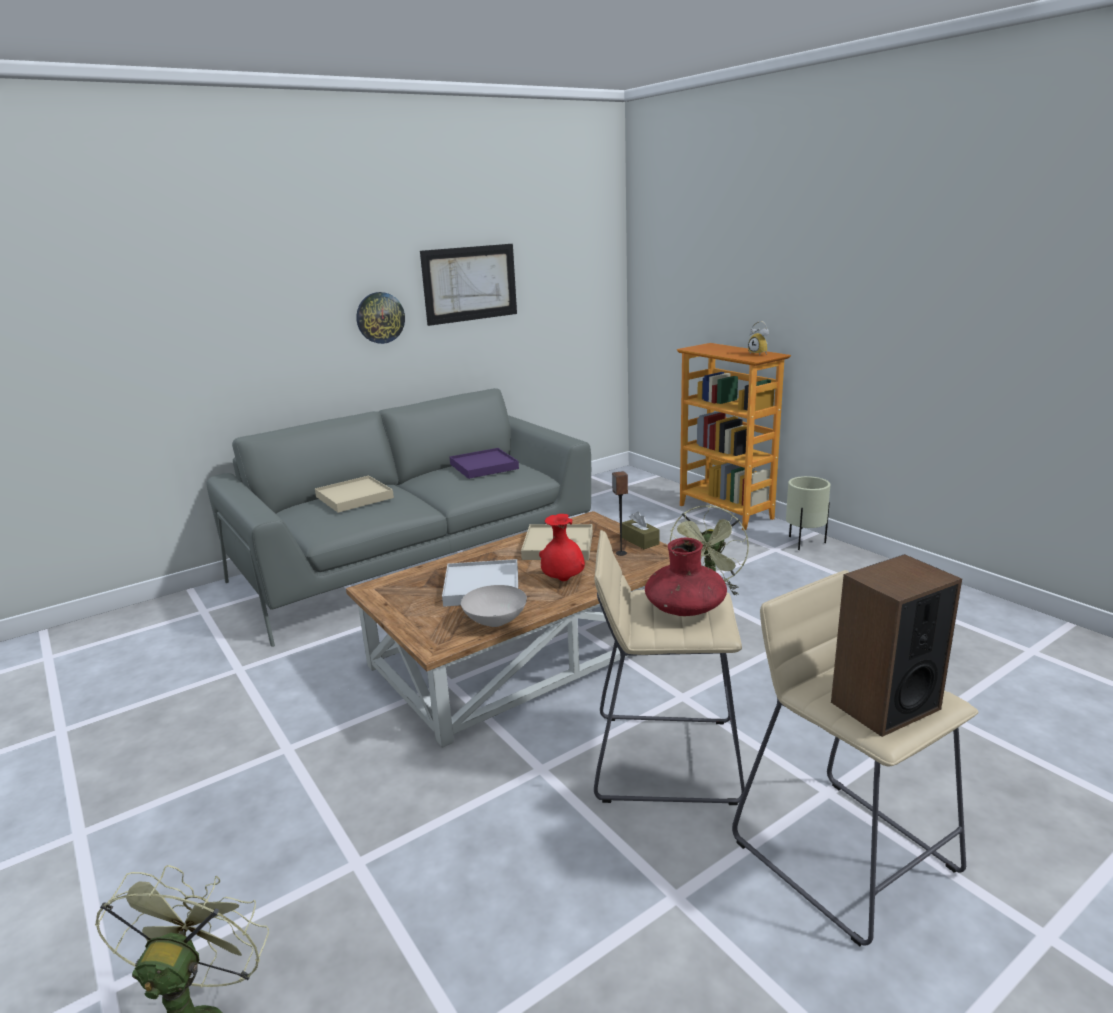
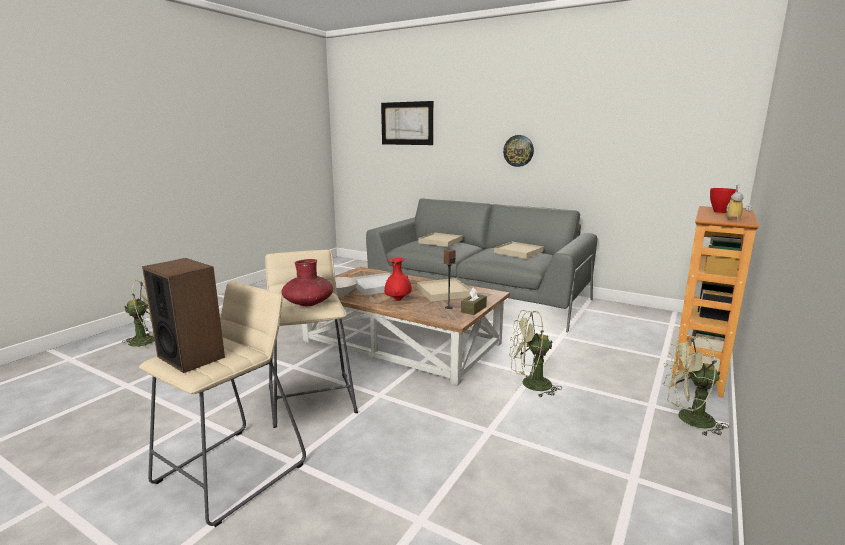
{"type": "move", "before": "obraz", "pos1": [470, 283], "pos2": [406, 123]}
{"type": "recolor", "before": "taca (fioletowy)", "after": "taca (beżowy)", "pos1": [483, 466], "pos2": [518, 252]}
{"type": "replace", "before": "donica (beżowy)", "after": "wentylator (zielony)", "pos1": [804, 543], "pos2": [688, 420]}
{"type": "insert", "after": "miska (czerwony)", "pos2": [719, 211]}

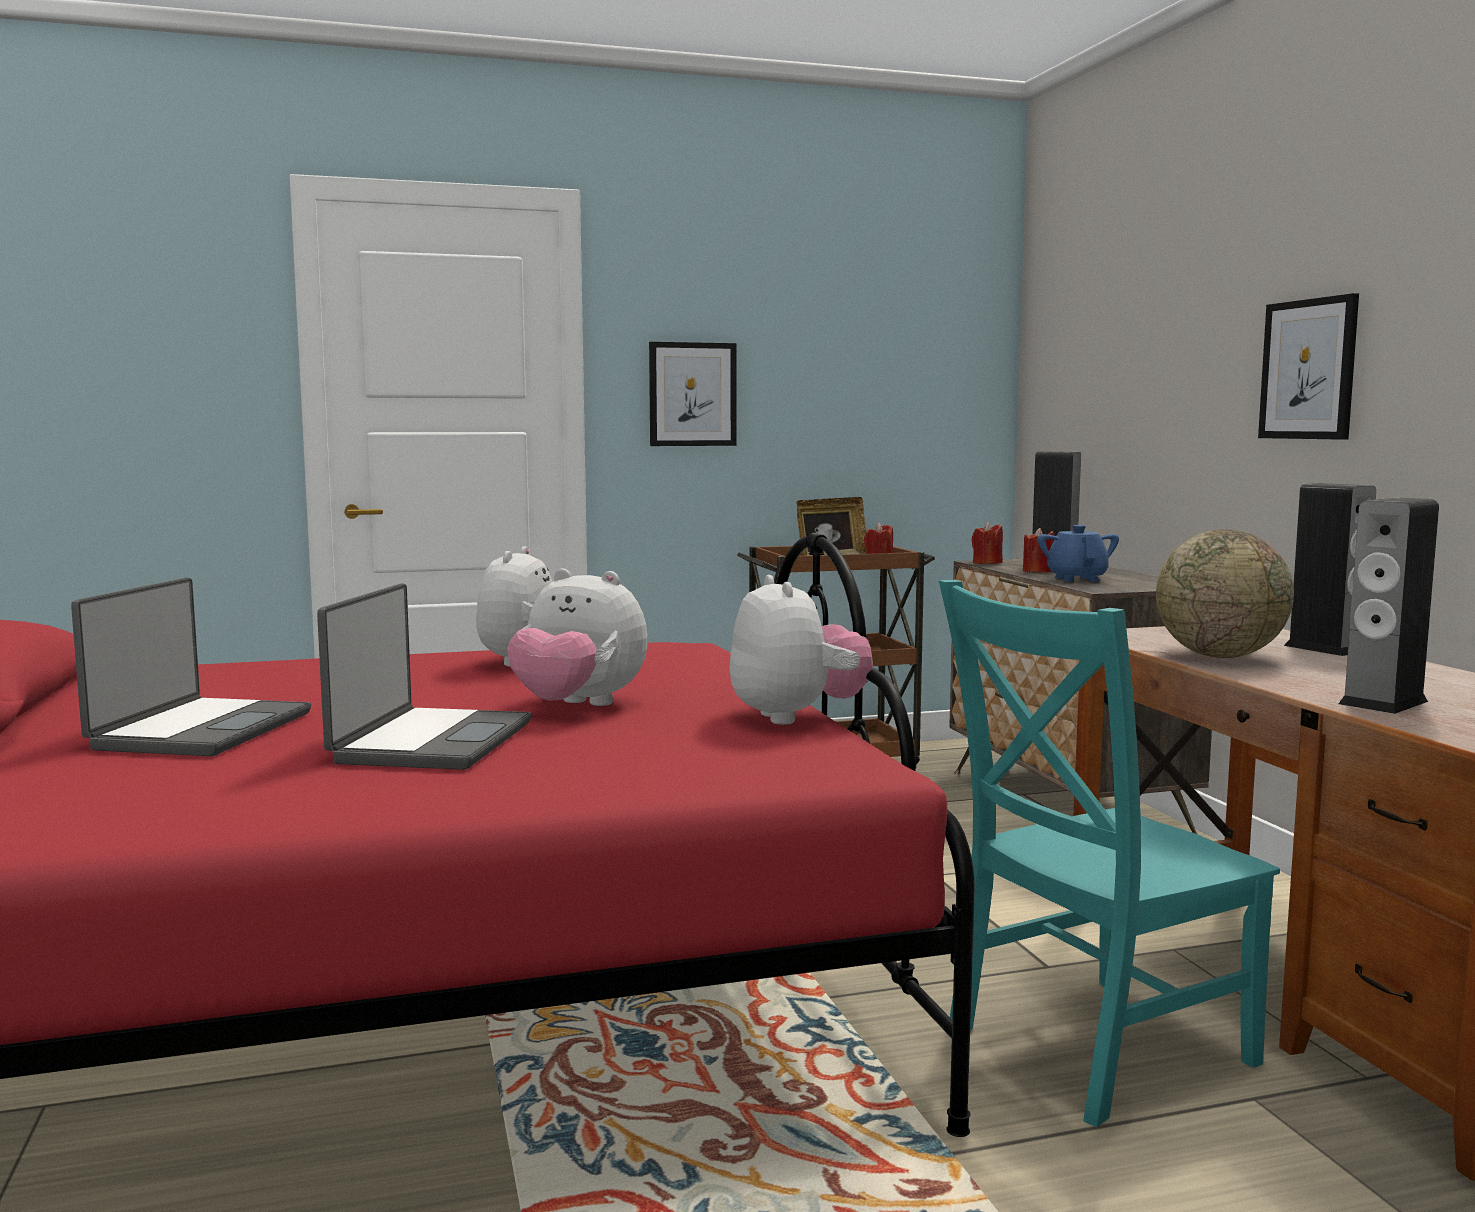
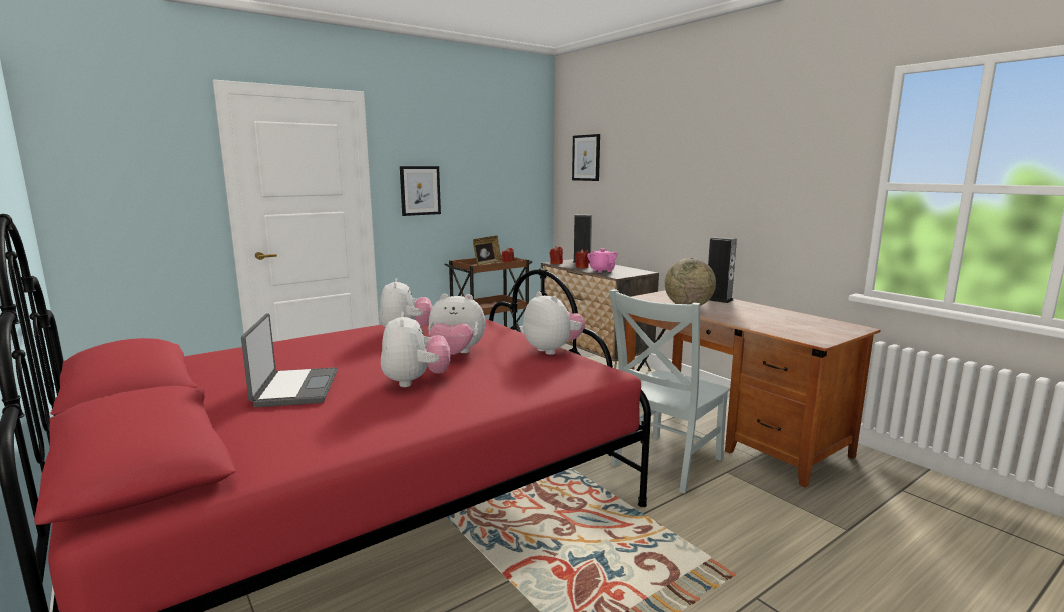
{"type": "replace", "before": "laptop", "after": "pluszak", "pos1": [430, 742], "pos2": [415, 381]}
{"type": "recolor", "before": "krzesło (turkusowy)", "after": "krzesło (szary)", "pos1": [1090, 1048], "pos2": [664, 463]}
{"type": "recolor", "before": "imbryk (niebieski)", "after": "imbryk (różowy)", "pos1": [1076, 579], "pos2": [602, 271]}
{"type": "move", "before": "obraz", "pos1": [1308, 369], "pos2": [586, 158]}
{"type": "delete", "before": "głośnik", "pos1": [1383, 702]}

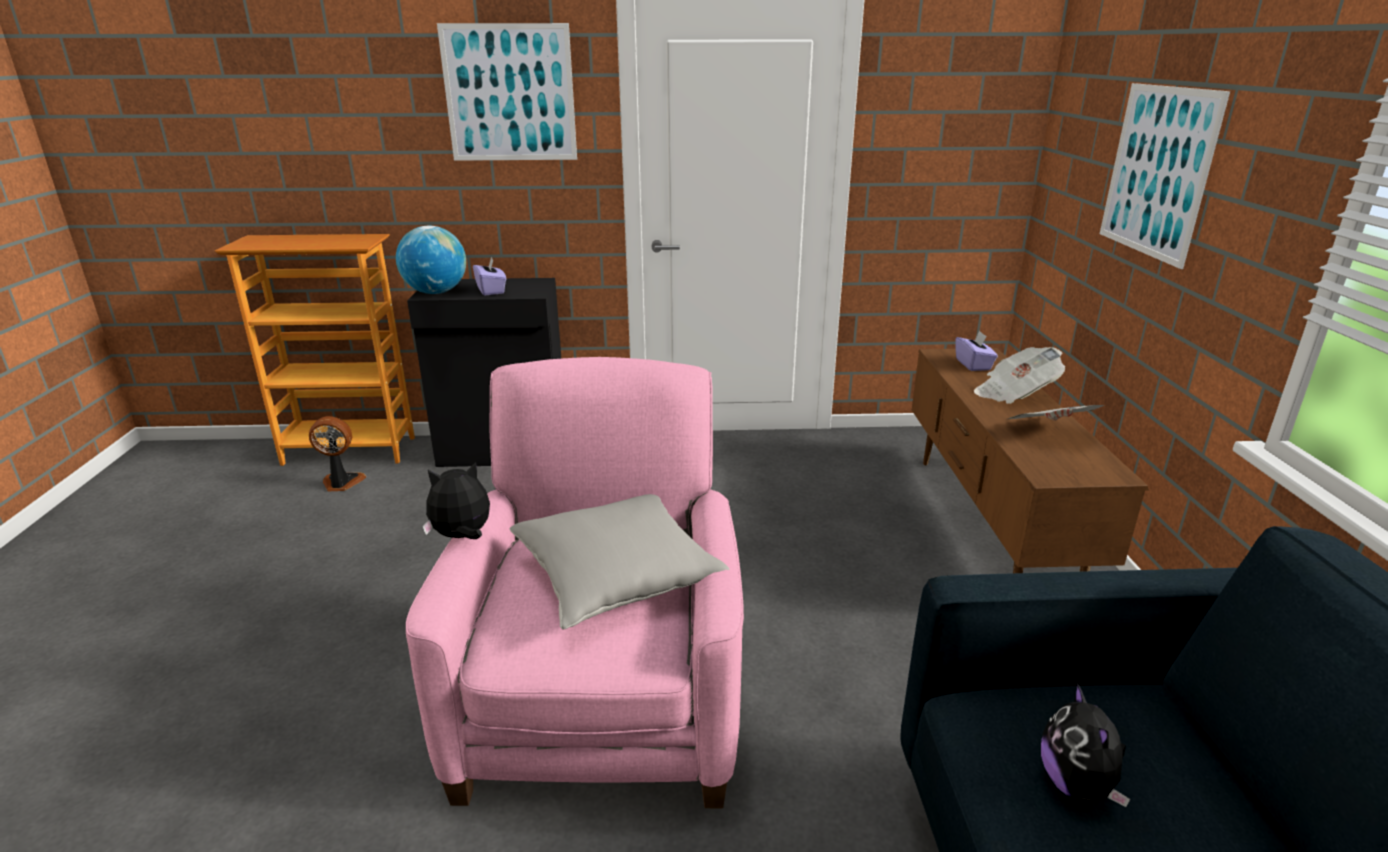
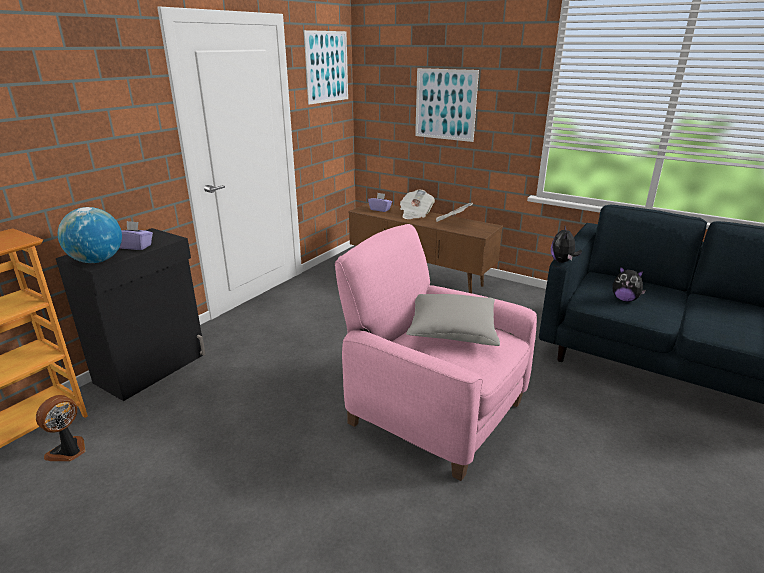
{"type": "move", "before": "pluszak", "pos1": [462, 536], "pos2": [562, 261]}
{"type": "move", "before": "obraz", "pos1": [509, 93], "pos2": [327, 67]}

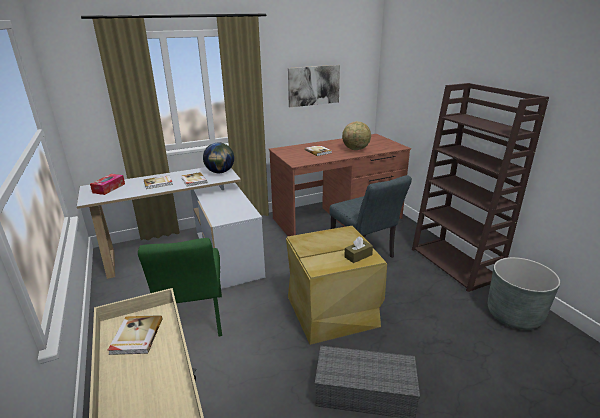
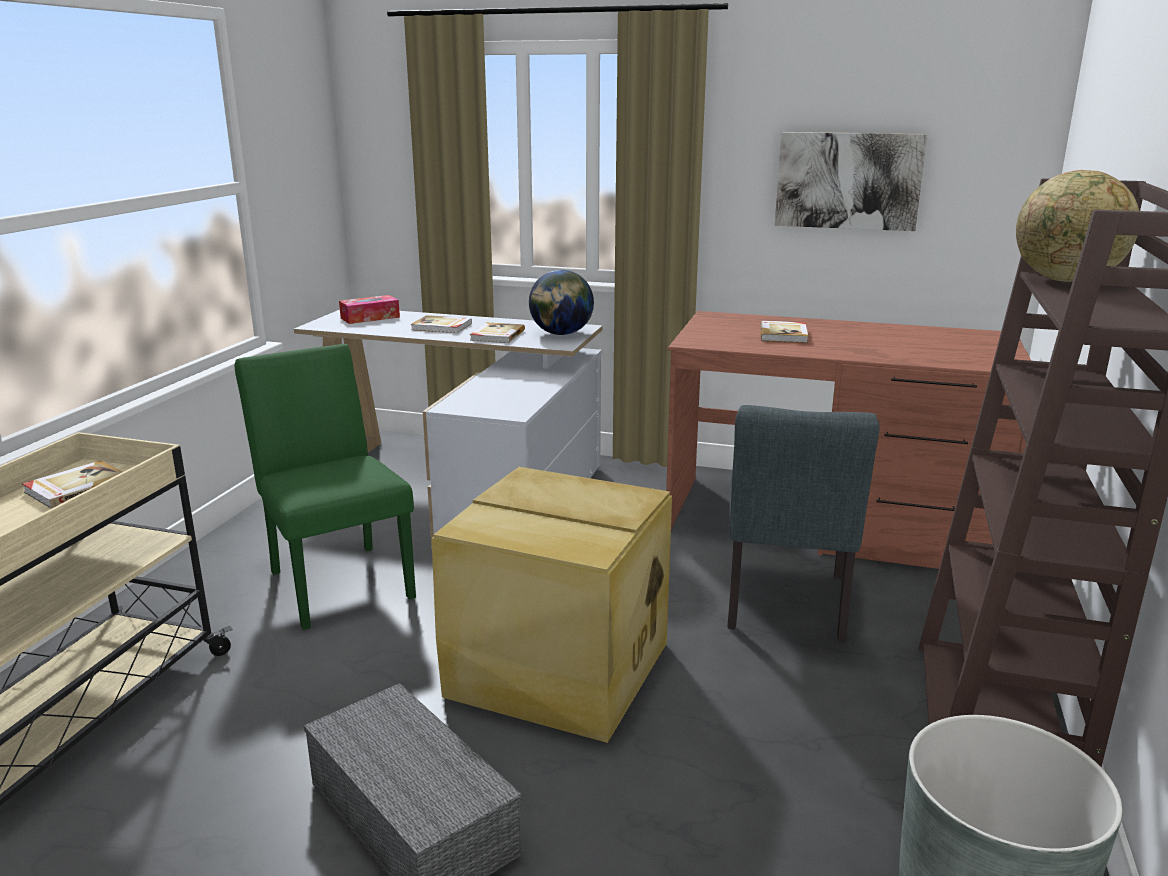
{"type": "rotate", "before": "krzesło (zielony)", "pos1": [194, 323], "pos2": [337, 579], "turn": 120}
{"type": "move", "before": "globus", "pos1": [356, 149], "pos2": [1066, 281]}
{"type": "delete", "before": "pudełko chusteczek (brązowy)", "pos1": [358, 256]}

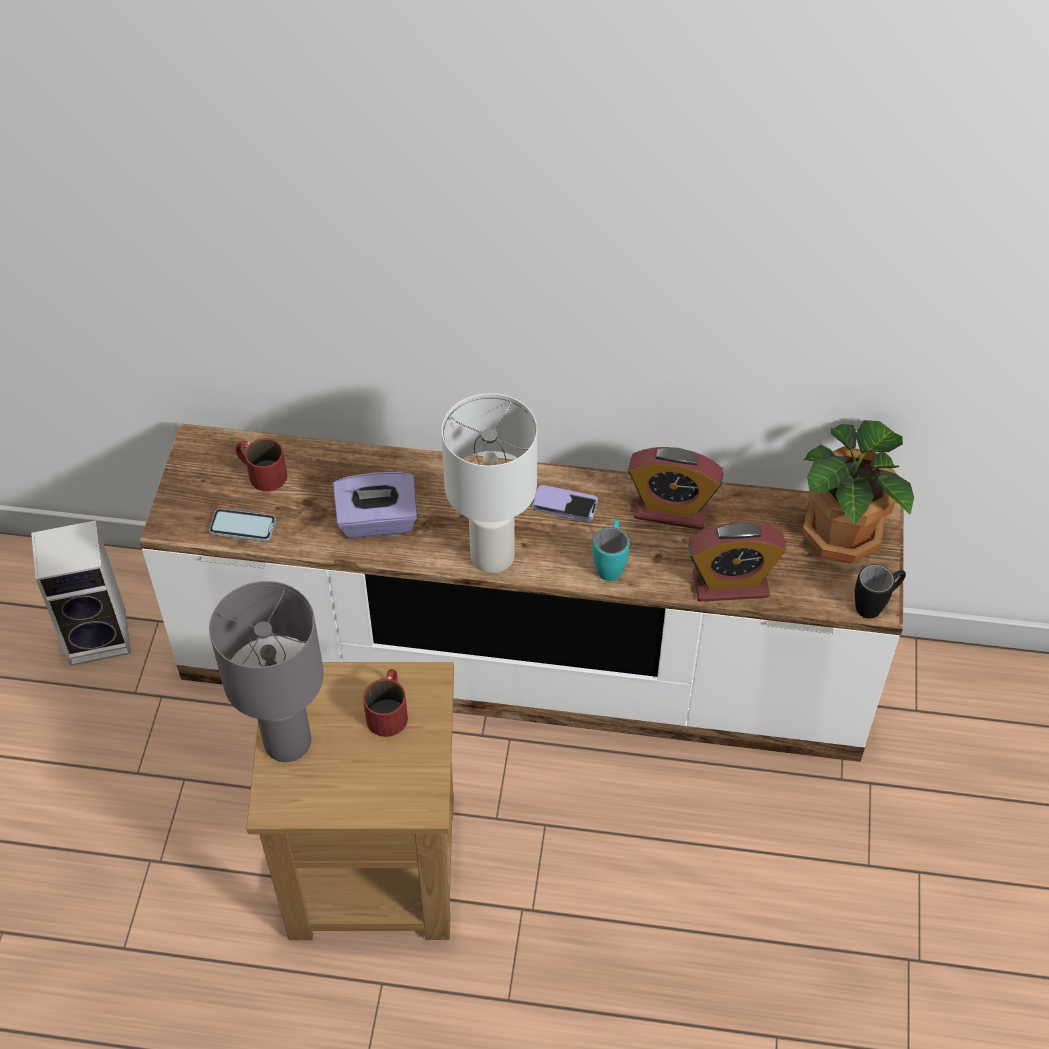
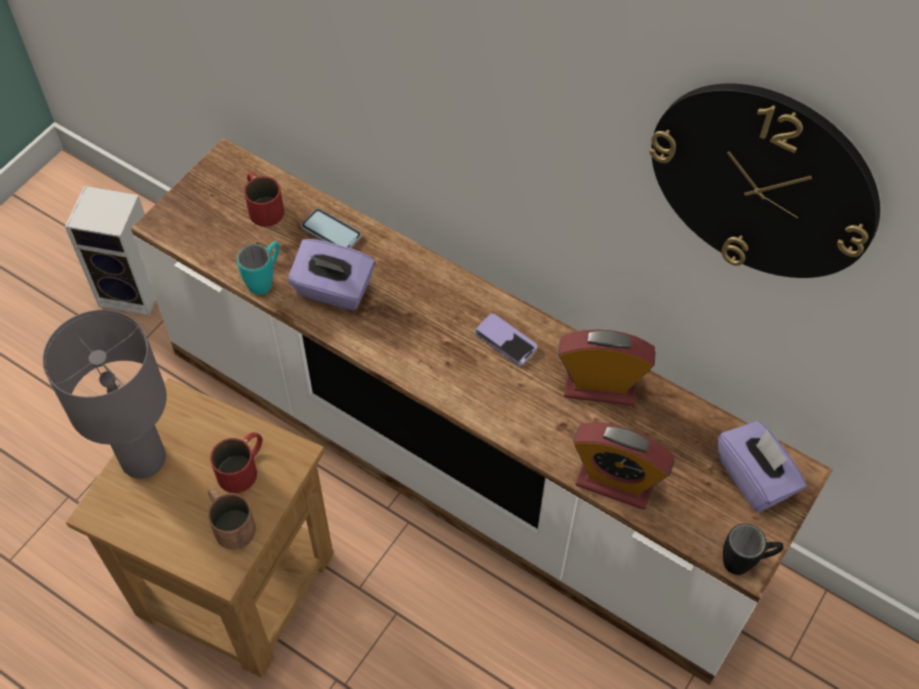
{"type": "move", "before": "telefon", "pos1": [242, 526], "pos2": [331, 232]}
{"type": "delete", "before": "lampa stołowa (biały)", "pos1": [491, 556]}
{"type": "move", "before": "kubek (turkusowy)", "pos1": [611, 564], "pos2": [265, 280]}
{"type": "rotate", "before": "budzik", "pos1": [671, 510], "pos2": [600, 386], "turn": 150}
{"type": "replace", "before": "roślina doniczkowa", "after": "pudełko chusteczek (fioletowy)", "pos1": [844, 534], "pos2": [755, 478]}
{"type": "insert", "after": "kubek (brązowy)", "pos2": [229, 522]}
{"type": "insert", "after": "zegar ścienny", "pos2": [763, 181]}

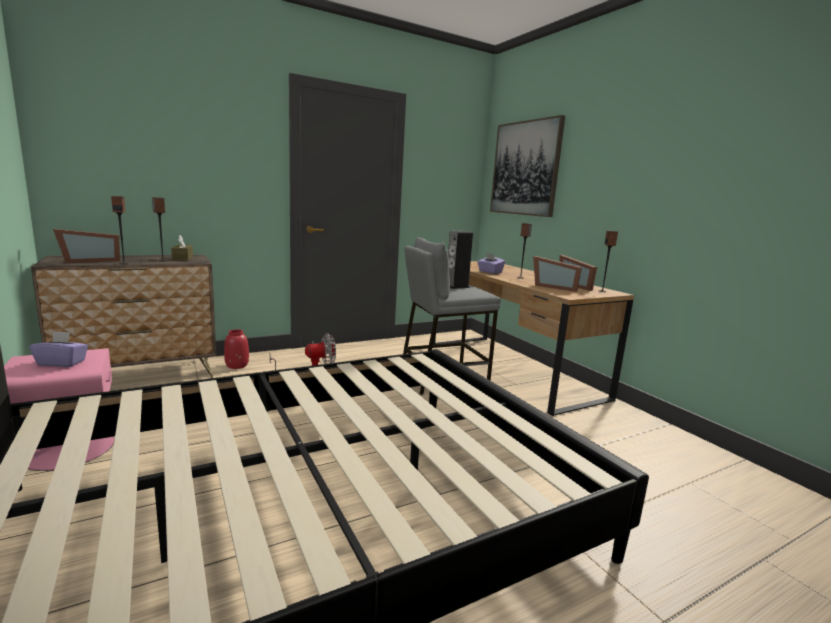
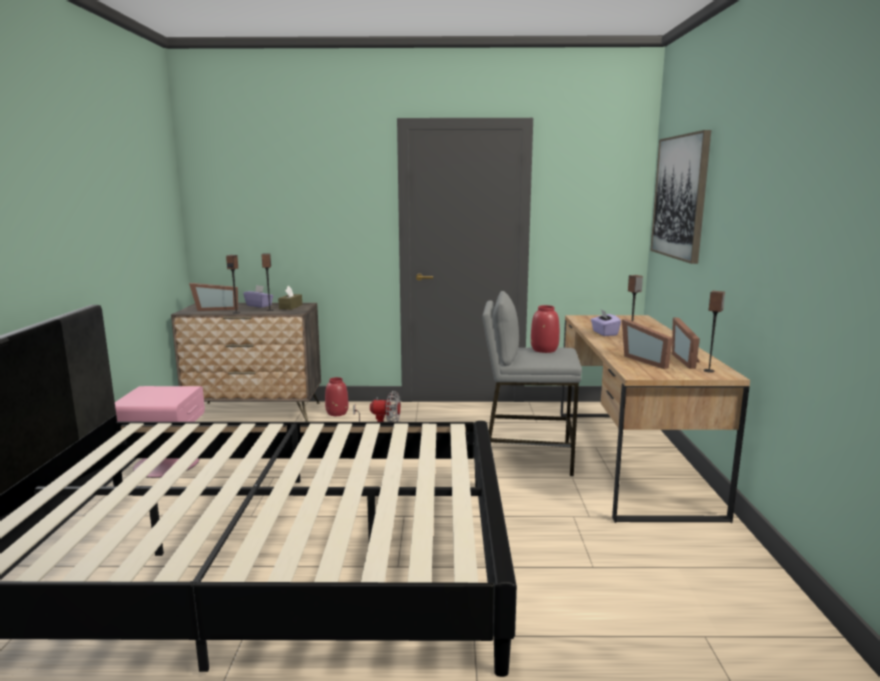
{"type": "move", "before": "pudełko chusteczek (fioletowy)", "pos1": [62, 363], "pos2": [259, 305]}
{"type": "replace", "before": "głośnik", "after": "wazon (czerwony)", "pos1": [457, 286], "pos2": [544, 350]}

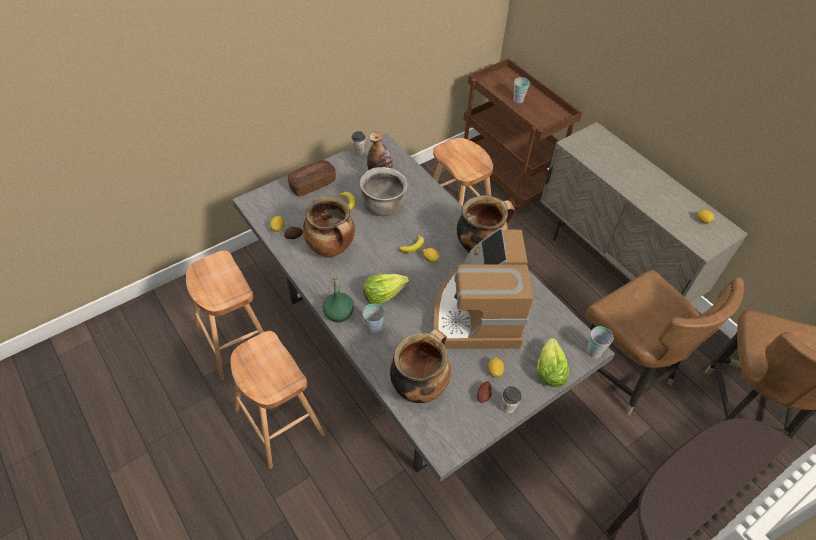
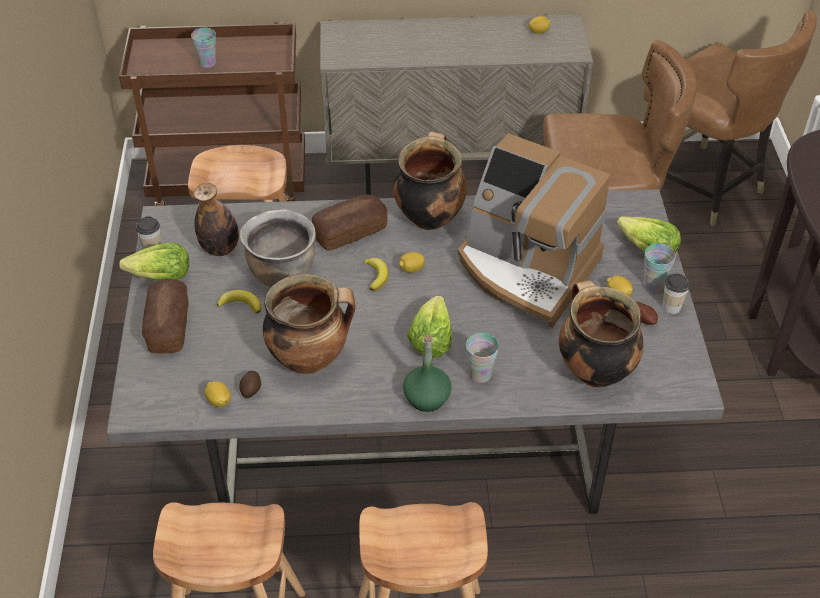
{"type": "move", "before": "filiżanka", "pos1": [593, 352], "pos2": [653, 284]}
{"type": "insert", "after": "sałata", "pos2": [160, 277]}
{"type": "insert", "after": "chleb", "pos2": [350, 232]}

